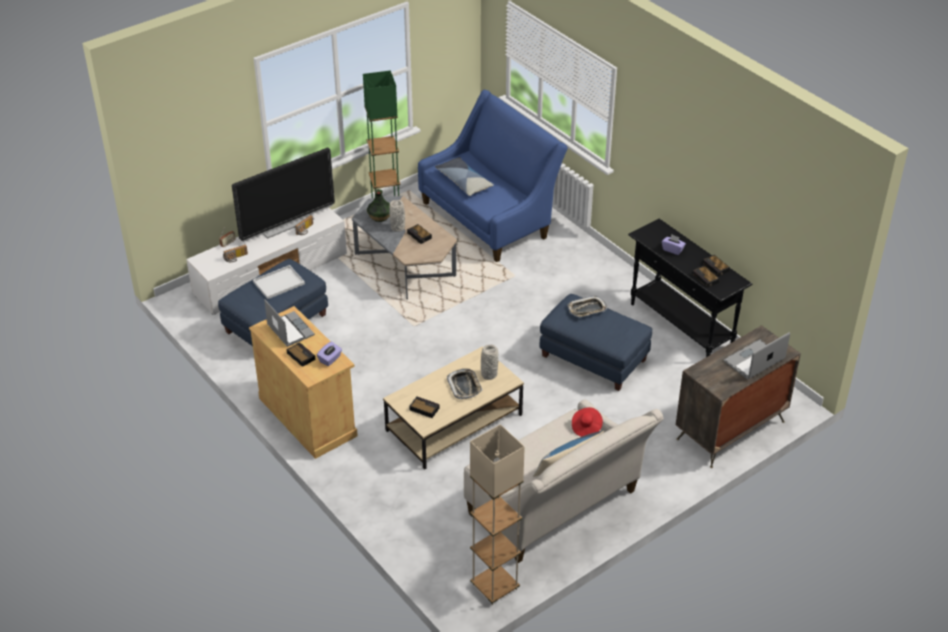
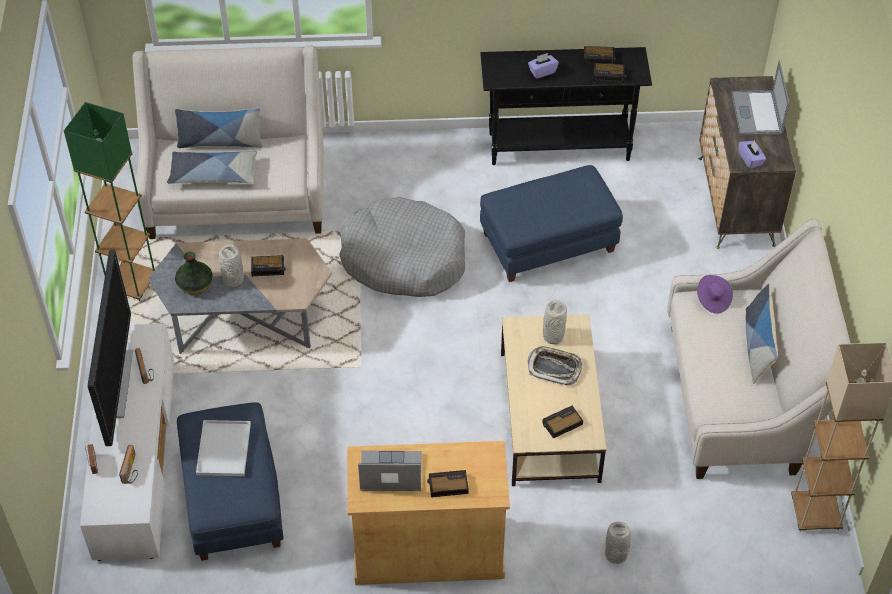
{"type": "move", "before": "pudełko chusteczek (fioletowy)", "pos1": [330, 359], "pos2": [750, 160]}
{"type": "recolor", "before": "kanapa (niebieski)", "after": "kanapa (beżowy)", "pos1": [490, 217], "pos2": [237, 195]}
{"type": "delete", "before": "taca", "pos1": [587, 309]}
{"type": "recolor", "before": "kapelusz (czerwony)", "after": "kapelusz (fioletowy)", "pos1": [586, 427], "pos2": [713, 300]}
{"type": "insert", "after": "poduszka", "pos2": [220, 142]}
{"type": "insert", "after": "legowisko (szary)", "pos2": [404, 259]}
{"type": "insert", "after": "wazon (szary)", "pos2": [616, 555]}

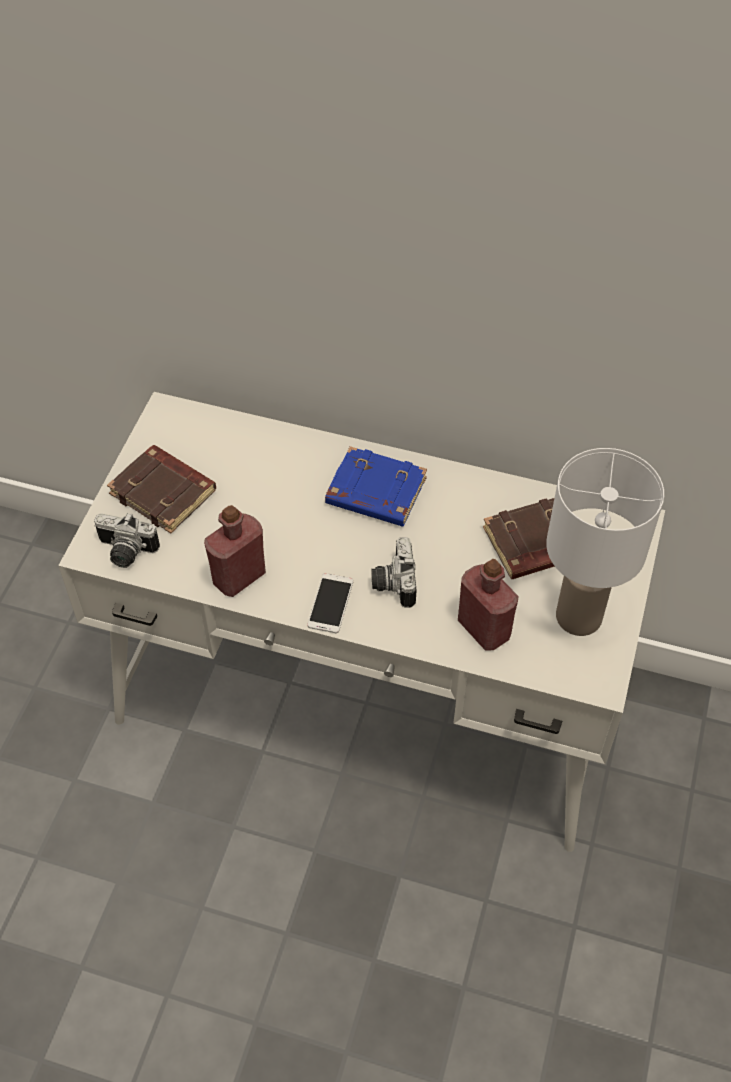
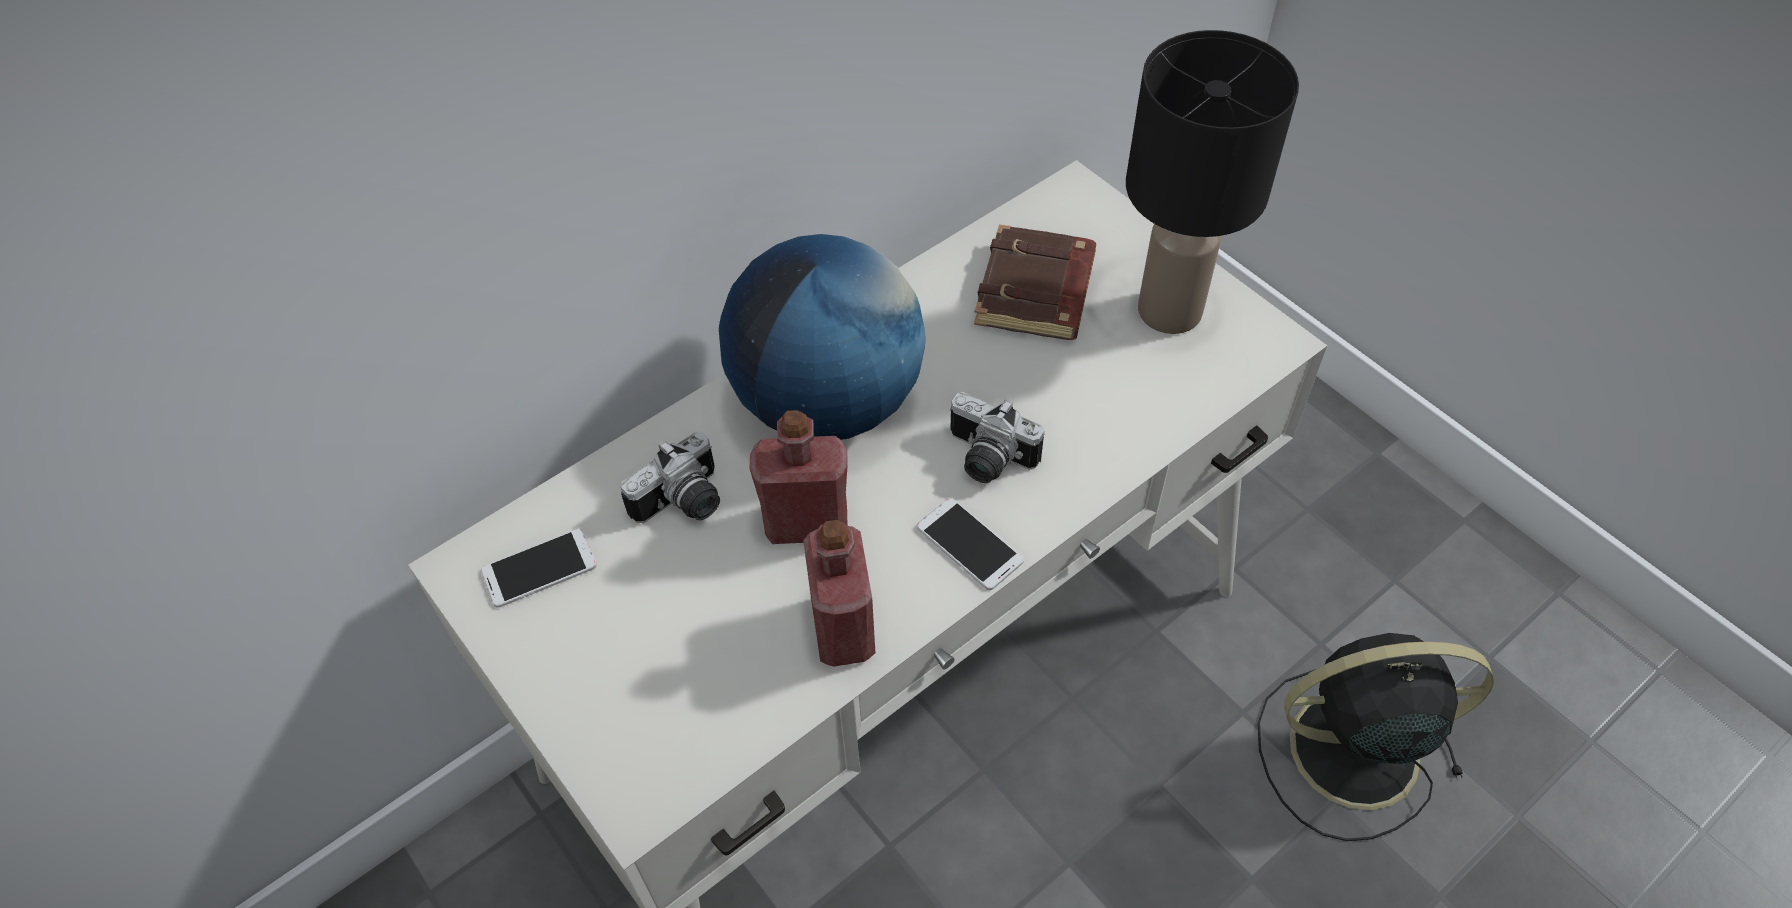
{"type": "move", "before": "aparat fotograficzny", "pos1": [125, 552], "pos2": [684, 504]}
{"type": "delete", "before": "książka (brązowy)", "pos1": [165, 493]}
{"type": "replace", "before": "książka (niebieski)", "after": "globus", "pos1": [374, 493], "pos2": [828, 403]}
{"type": "move", "before": "butelka (czerwony)", "pos1": [484, 629], "pos2": [806, 524]}
{"type": "recolor", "before": "lampa stołowa (biały)", "after": "lampa stołowa (czarny)", "pos1": [579, 618], "pos2": [1172, 310]}
{"type": "insert", "after": "telefon", "pos2": [539, 568]}
{"type": "insert", "after": "wentylator (czarny)", "pos2": [1347, 749]}

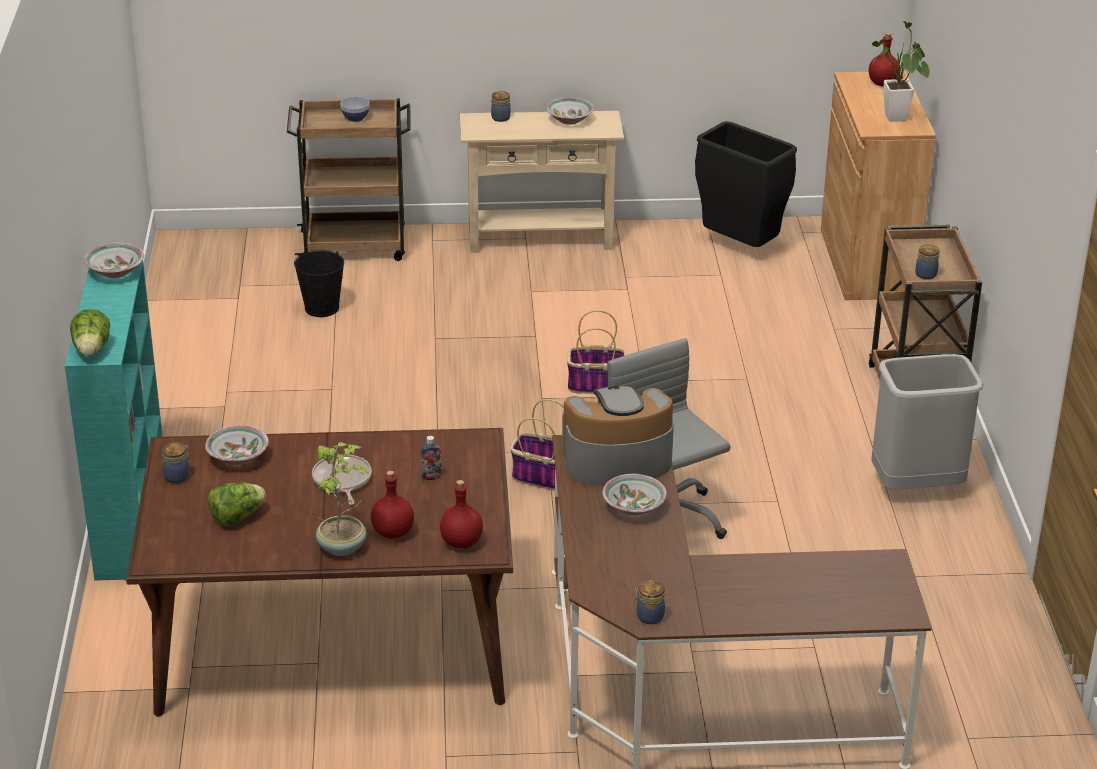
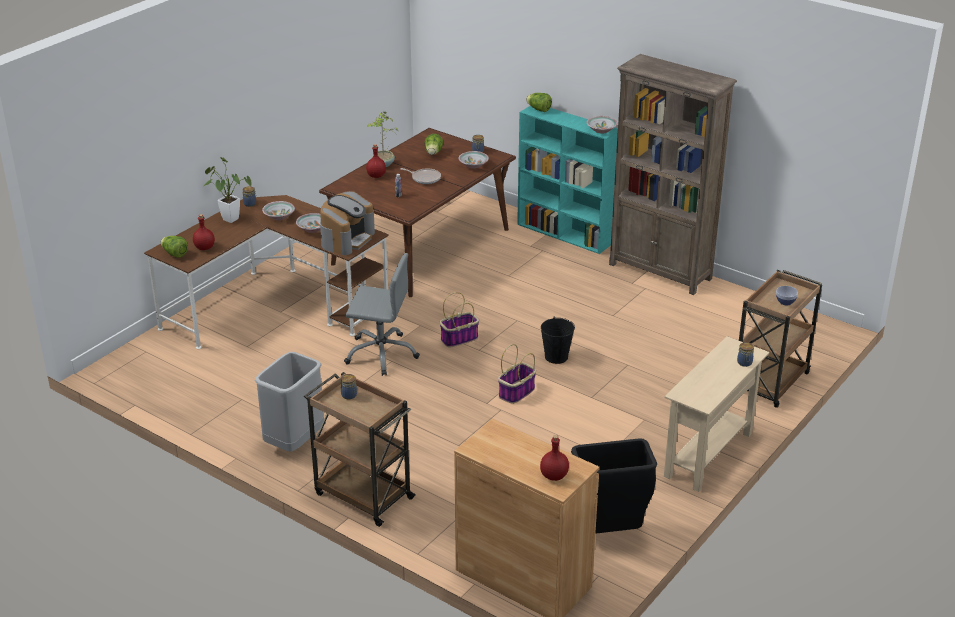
{"type": "move", "before": "wiadro (czarny)", "pos1": [322, 308], "pos2": [556, 357]}
{"type": "move", "before": "butelka (czerwony)", "pos1": [461, 542], "pos2": [205, 247]}
{"type": "move", "before": "miska", "pos1": [569, 119], "pos2": [279, 216]}
{"type": "move", "before": "roślina doniczkowa", "pos1": [896, 120], "pos2": [228, 218]}
{"type": "insert", "after": "sałata", "pos2": [174, 254]}
{"type": "insert", "after": "regał (brązowy)", "pos2": [660, 272]}

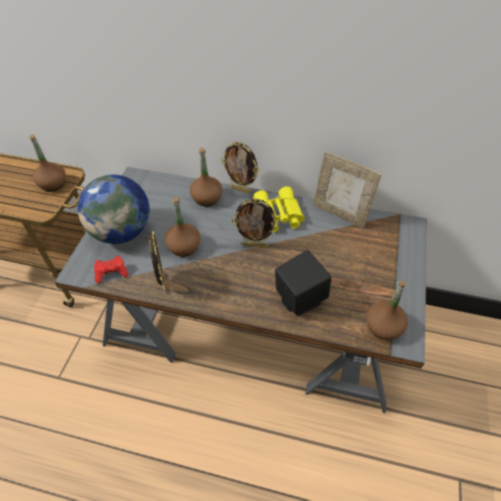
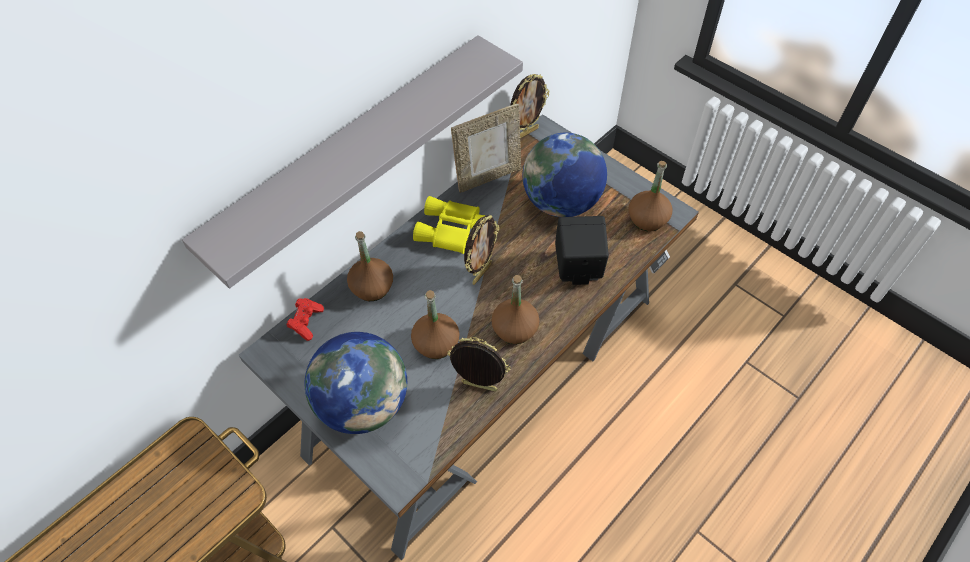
{"type": "move", "before": "butelka (brązowy)", "pos1": [53, 184], "pos2": [515, 329]}
{"type": "move", "before": "pad do gier (czerwony)", "pos1": [112, 273], "pos2": [306, 322]}
{"type": "move", "before": "ramka na zdjęcie", "pos1": [241, 190], "pos2": [526, 133]}
{"type": "insert", "after": "półka (szary)", "pos2": [351, 154]}
{"type": "insert", "after": "globus", "pos2": [561, 202]}

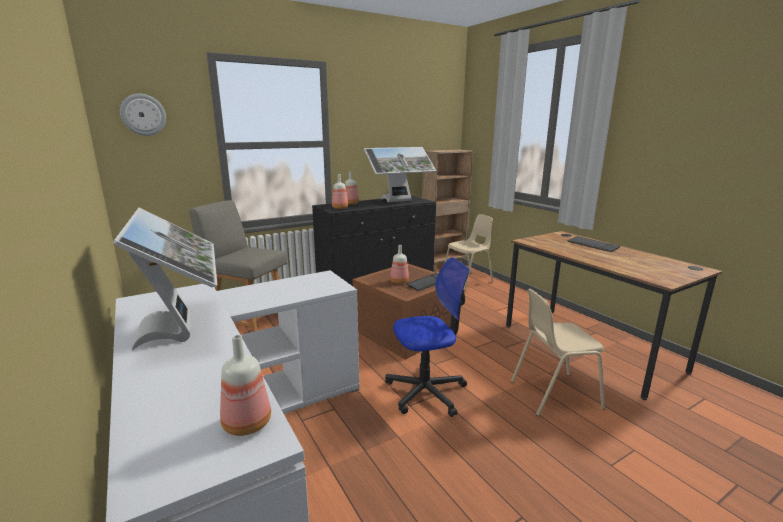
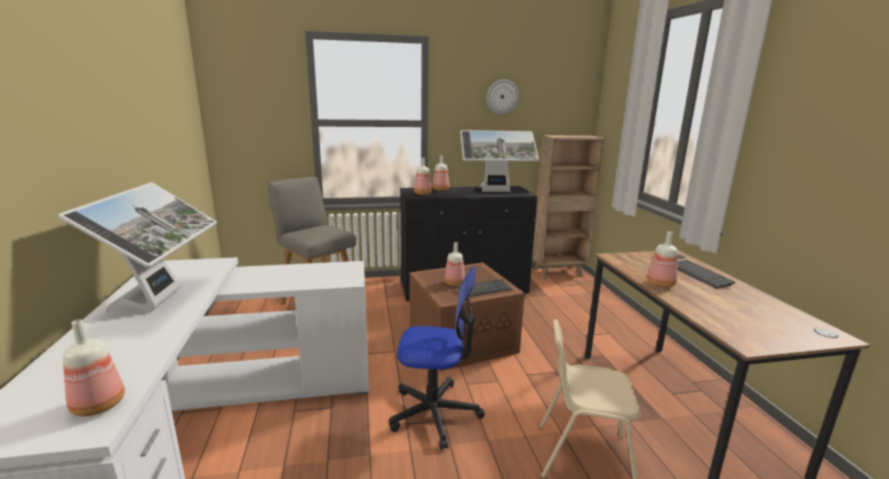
{"type": "move", "before": "zegar ścienny", "pos1": [143, 115], "pos2": [502, 97]}
{"type": "delete", "before": "krzesło (beżowy)", "pos1": [467, 281]}
{"type": "insert", "after": "butelka", "pos2": [661, 284]}

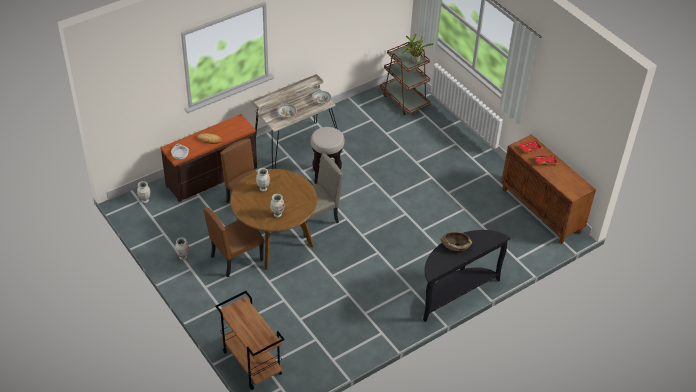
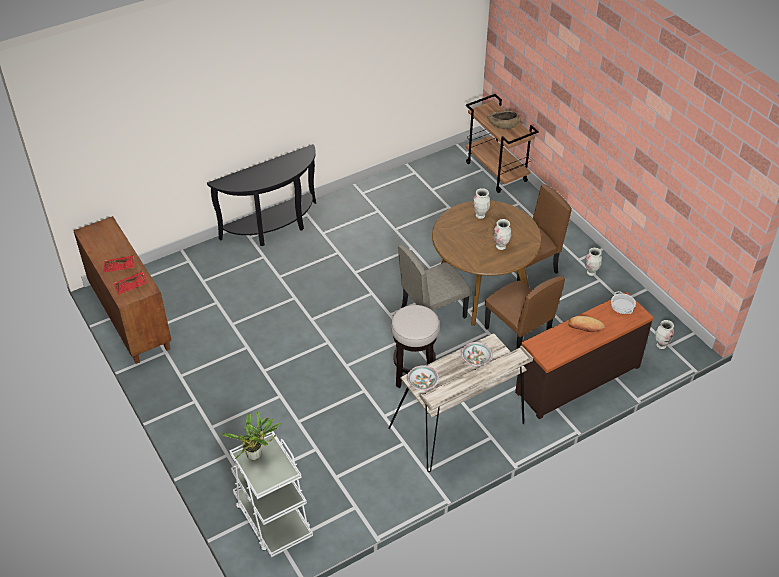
{"type": "recolor", "before": "wózek (brązowy)", "after": "wózek (biały)", "pos1": [404, 100], "pos2": [273, 519]}
{"type": "move", "before": "miska (brązowy)", "pos1": [455, 245], "pos2": [503, 125]}

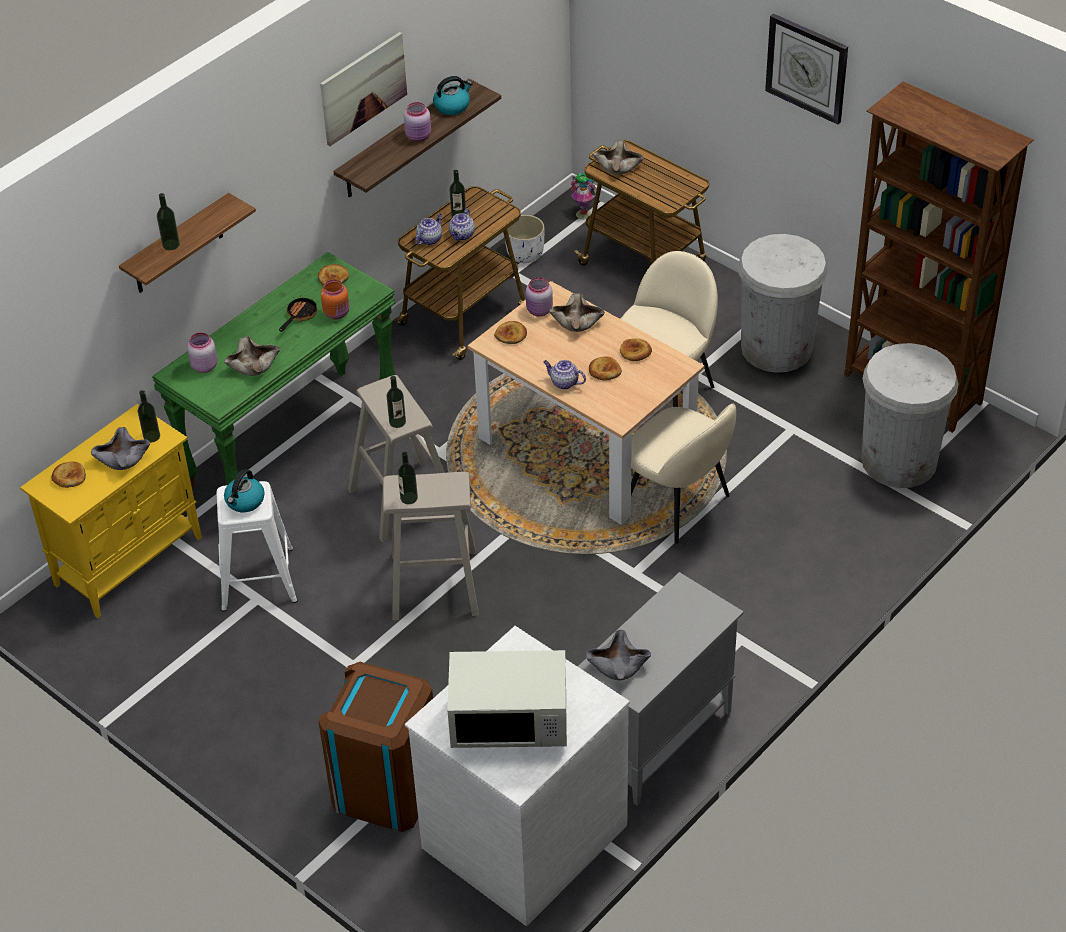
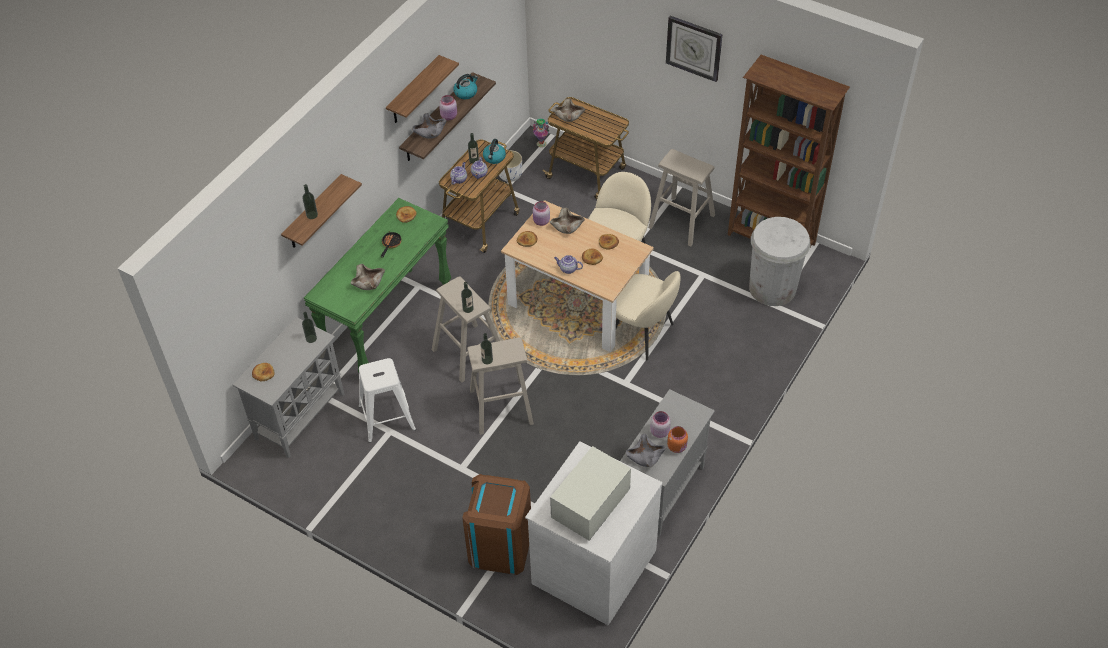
{"type": "recolor", "before": "szafka (żółty)", "after": "szafka (szary)", "pos1": [129, 560], "pos2": [300, 416]}
{"type": "move", "before": "miska (szary)", "pos1": [122, 458], "pos2": [429, 131]}
{"type": "move", "before": "słoik (różowy)", "pos1": [204, 366], "pos2": [659, 431]}
{"type": "move", "before": "czajnik", "pos1": [245, 501], "pos2": [494, 158]}
{"type": "replace", "before": "obraz", "after": "półka", "pos1": [363, 88], "pos2": [414, 91]}
{"type": "move", "before": "słoik (pomarańczowy)", "pos1": [337, 313], "pos2": [677, 447]}
{"type": "rotate", "before": "mikrofalówka (biały)", "pos1": [509, 720], "pos2": [590, 505], "turn": 135}
{"type": "replace", "before": "kosz na śmieci (biały)", "after": "stołek (beżowy)", "pos1": [776, 348], "pos2": [682, 221]}

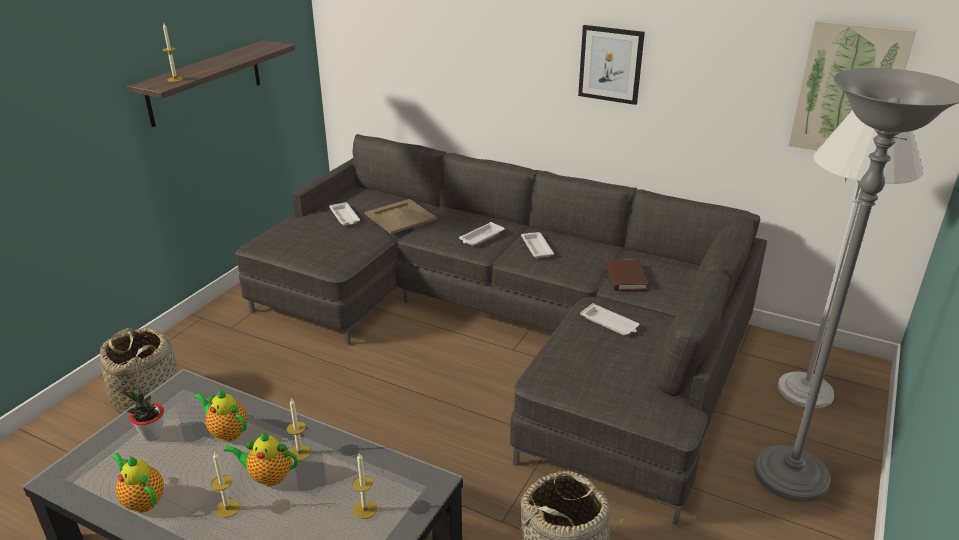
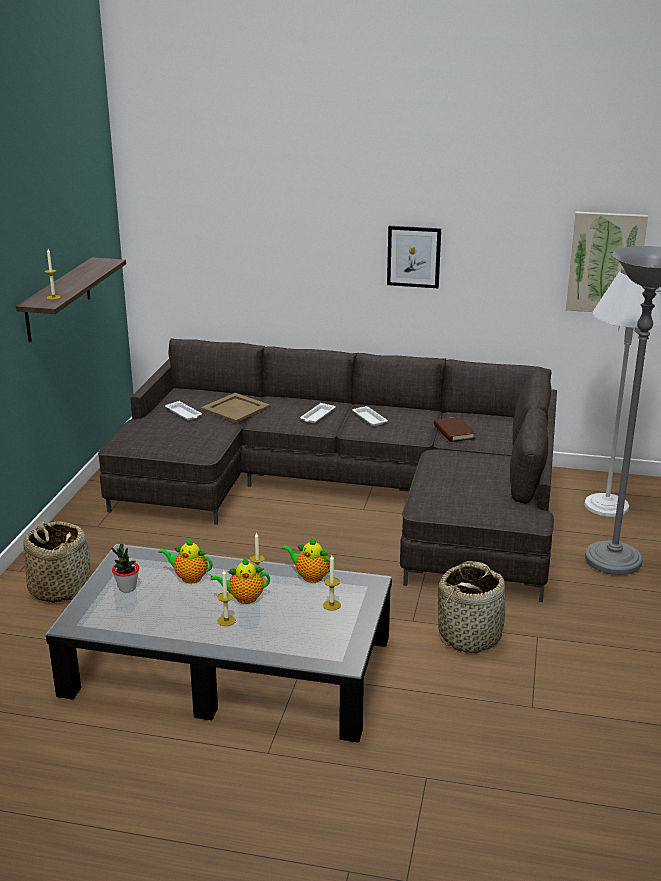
{"type": "move", "before": "imbryk", "pos1": [142, 500], "pos2": [310, 576]}
{"type": "delete", "before": "taca (biały)", "pos1": [610, 323]}

